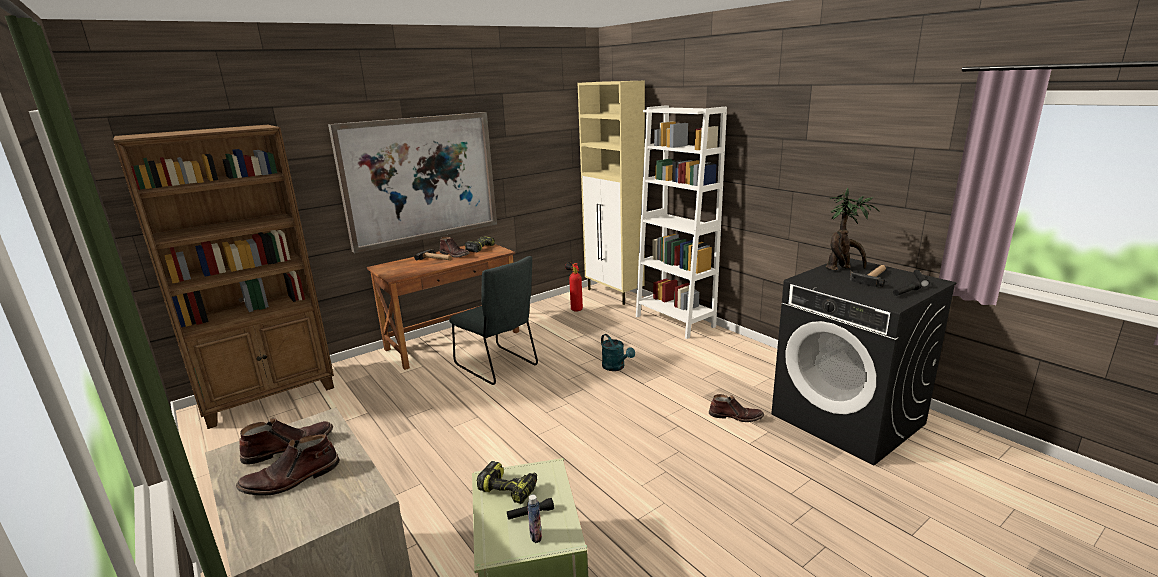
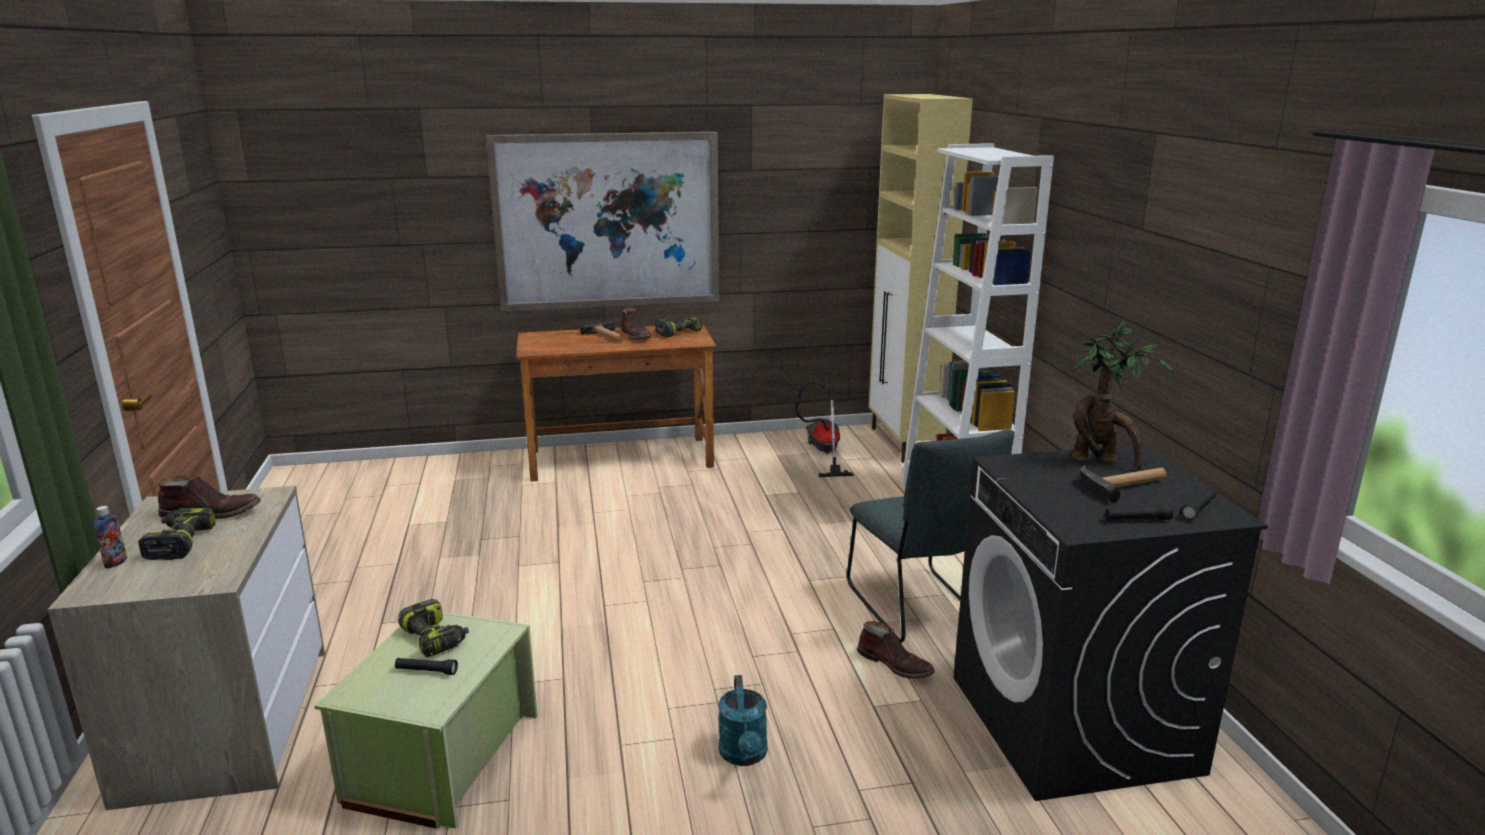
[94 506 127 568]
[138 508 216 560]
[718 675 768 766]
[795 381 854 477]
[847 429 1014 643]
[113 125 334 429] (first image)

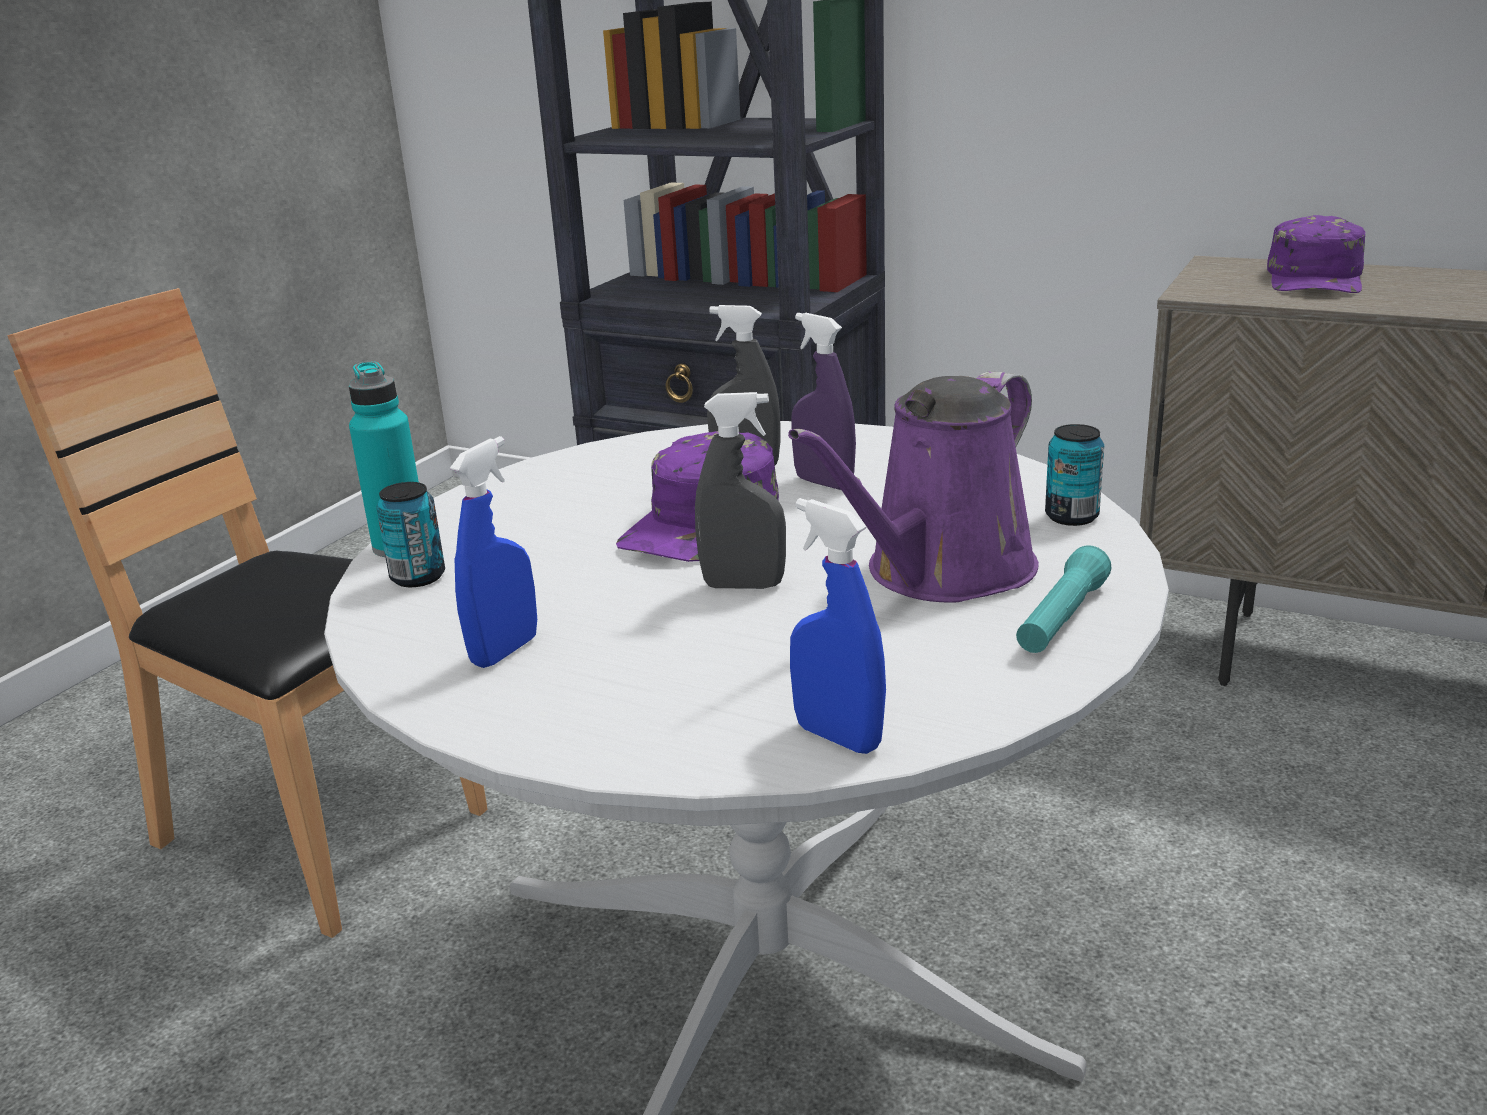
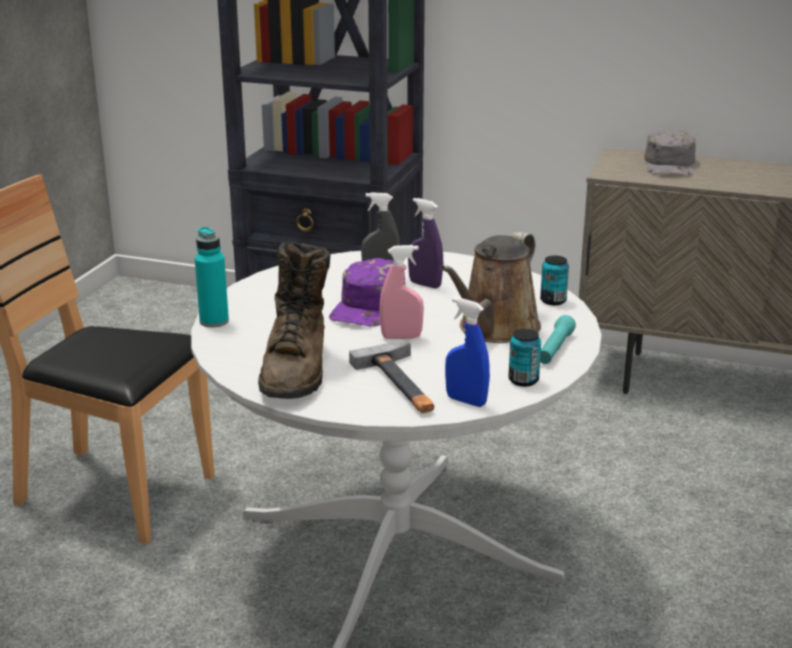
[258 241 331 399]
[349 343 434 413]
[380 245 424 339]
[440 232 541 343]
[508 329 541 387]
[645 129 696 176]

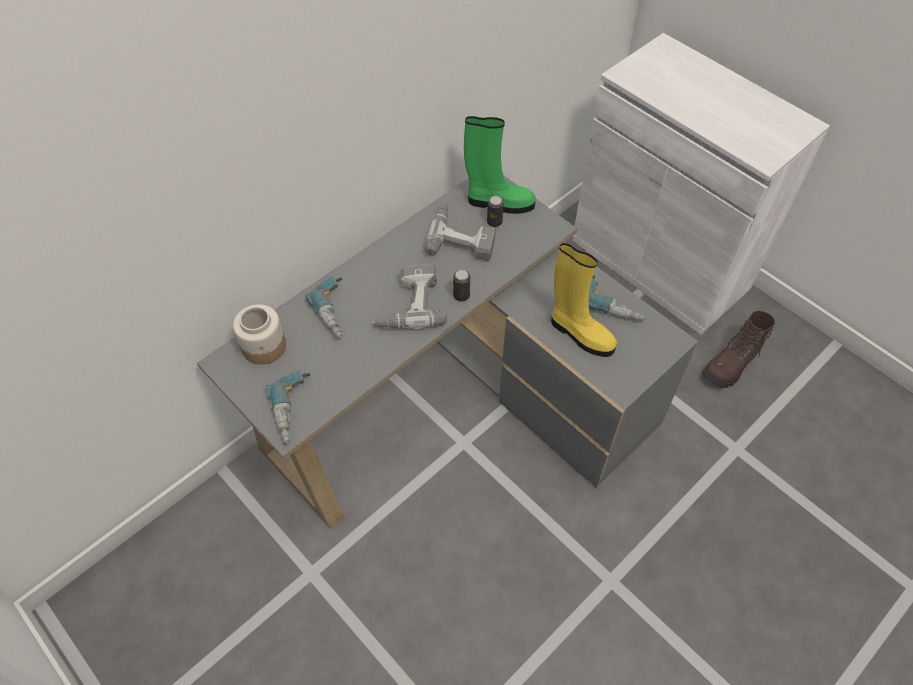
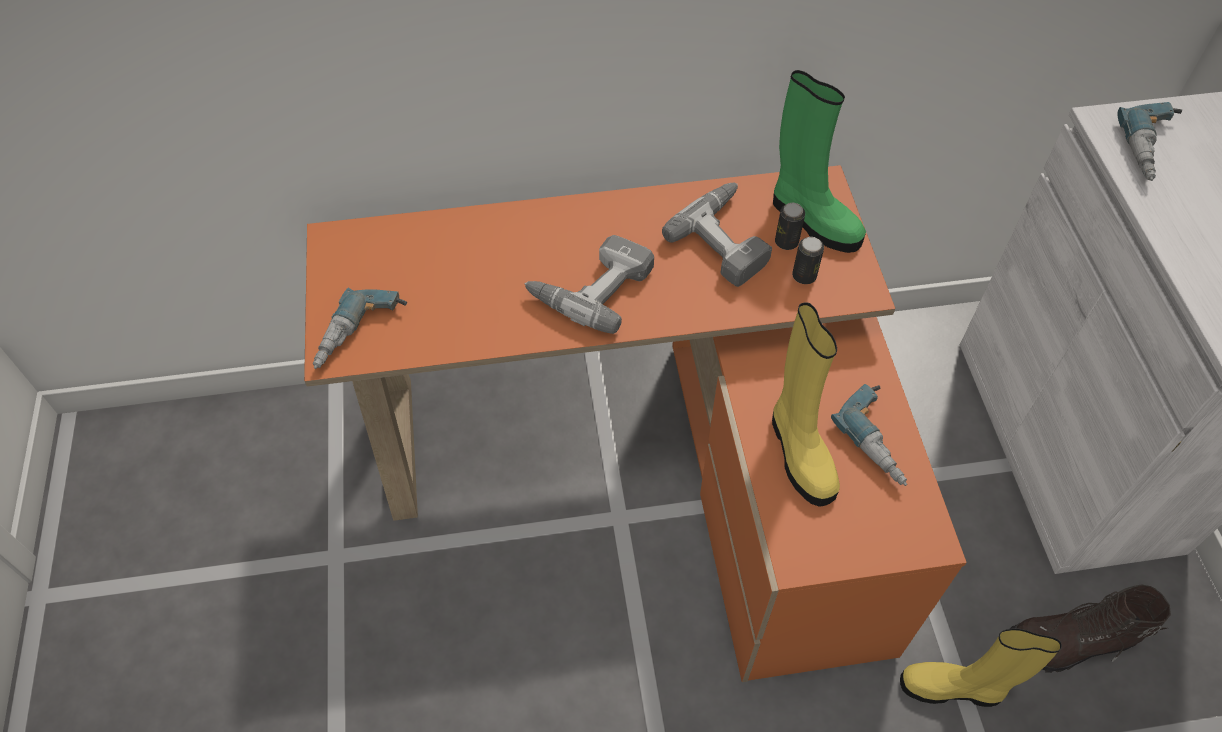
[304 165 967 682]
[792 237 824 284]
[900 628 1062 707]
[1117 102 1182 181]
[233 304 286 365] (first image)

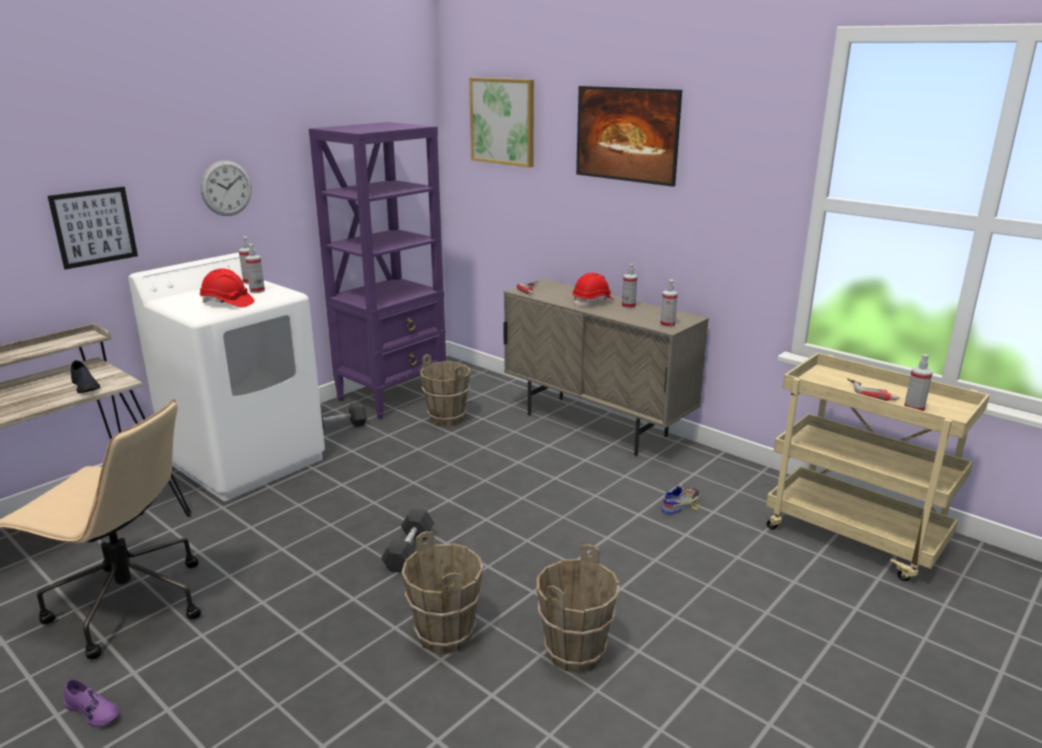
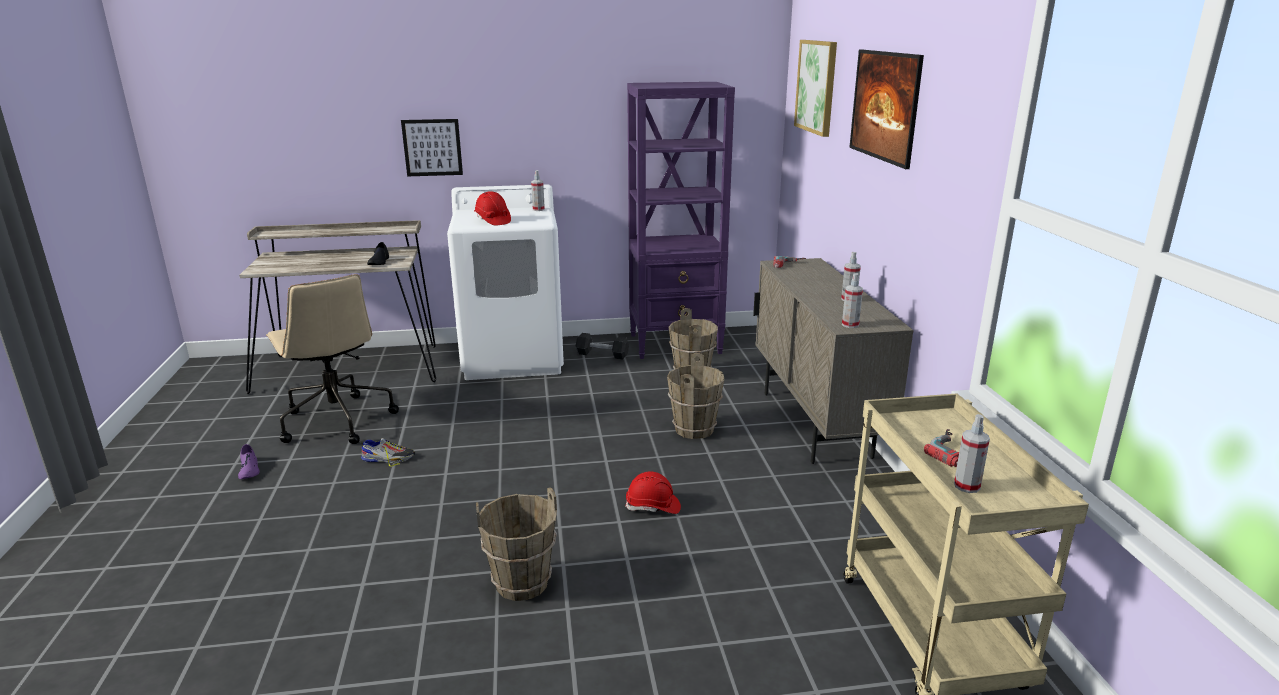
[360 438 415 467]
[625 471 681 514]
[667 353 725 439]
[200 160 252 216] (first image)
[245 244 265 293] (first image)
[381 509 434 573] (first image)

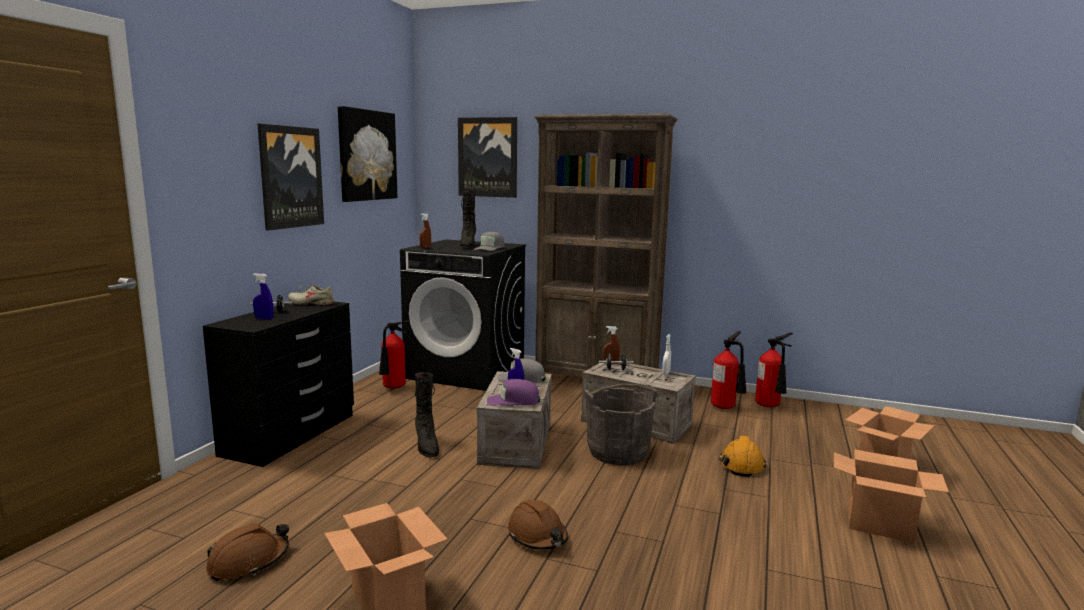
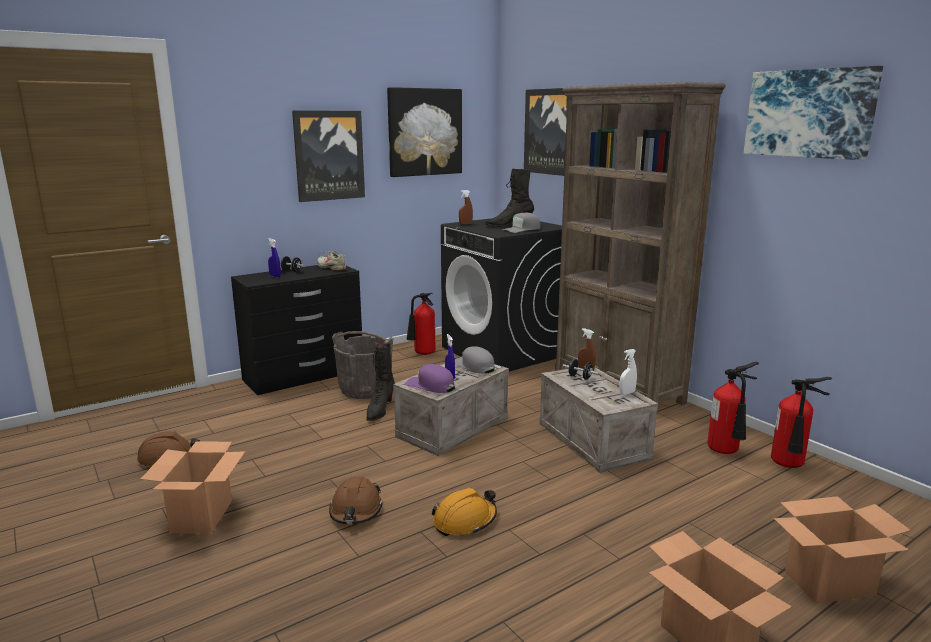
[332 331 393 399]
[432 488 497 536]
[485 169 534 227]
[743 66 883 160]

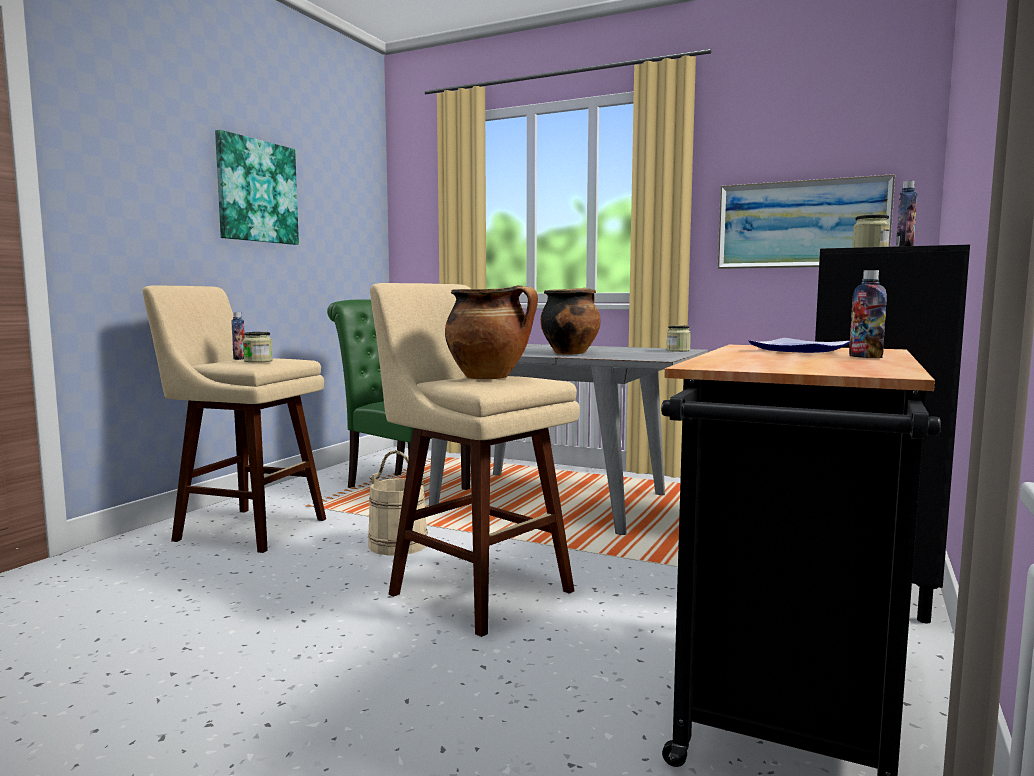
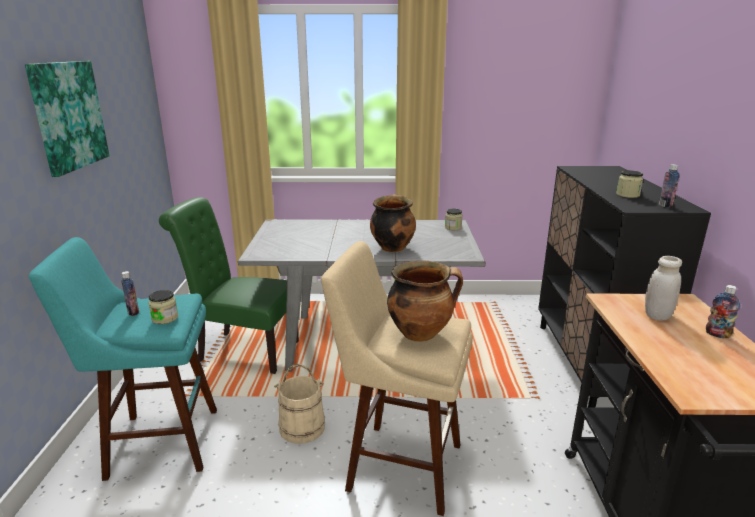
[29 237 217 481]
[645 256 682 320]
[718 174 895 269] (first image)

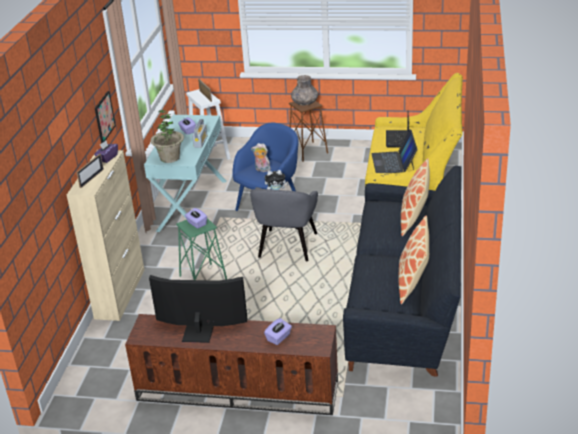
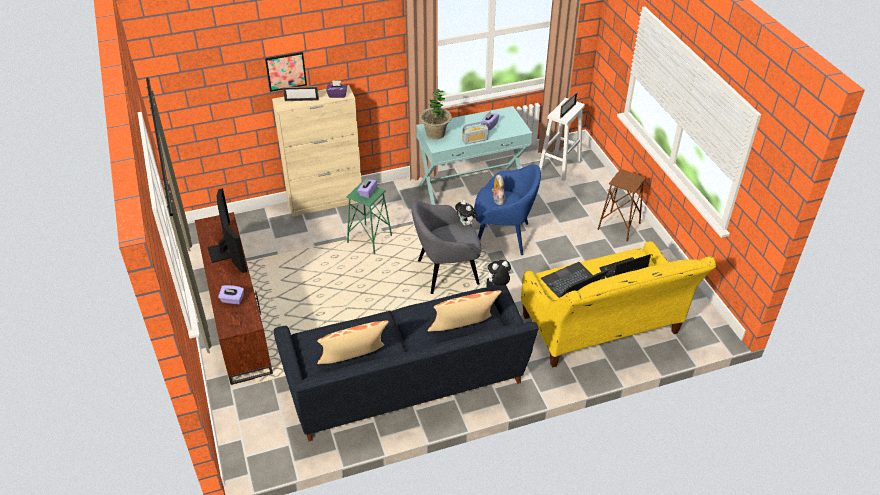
[265 52 307 92]
[485 260 511 286]
[291 75 318 105] (first image)

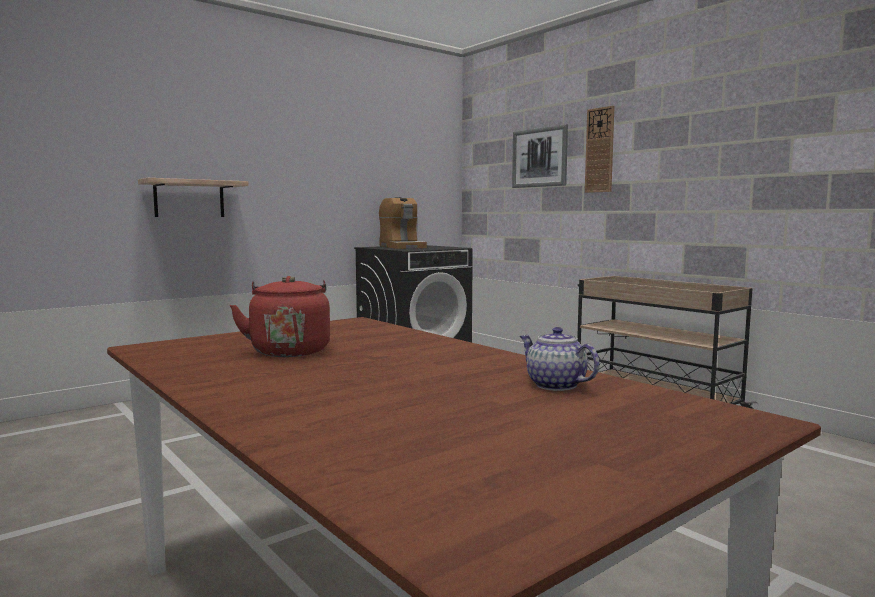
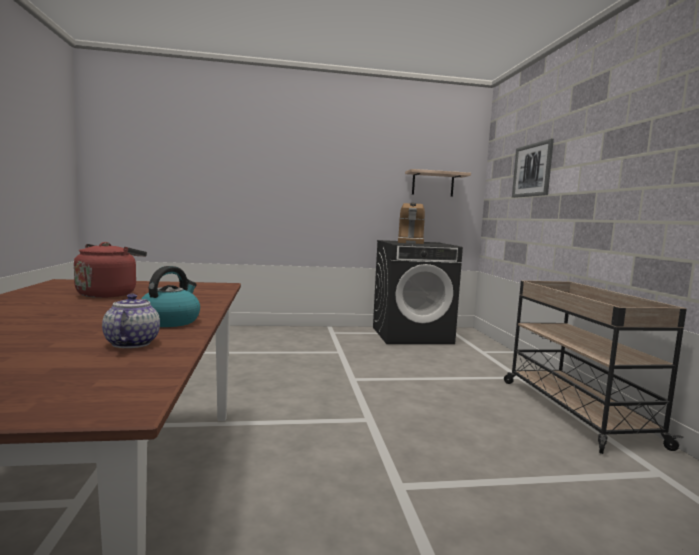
[141 266 200 327]
[405 169 471 197]
[585 106 615 193] (first image)

